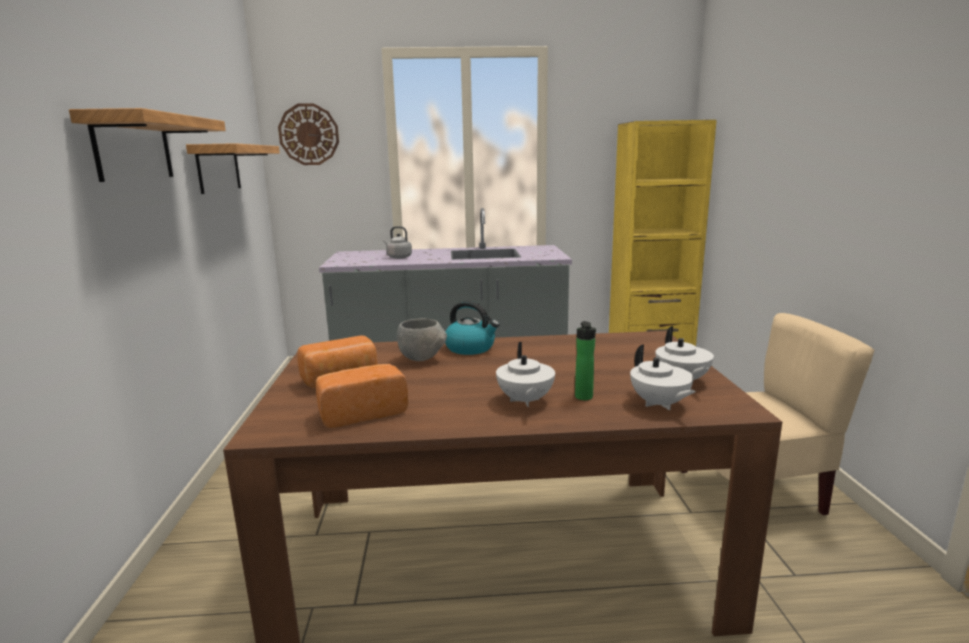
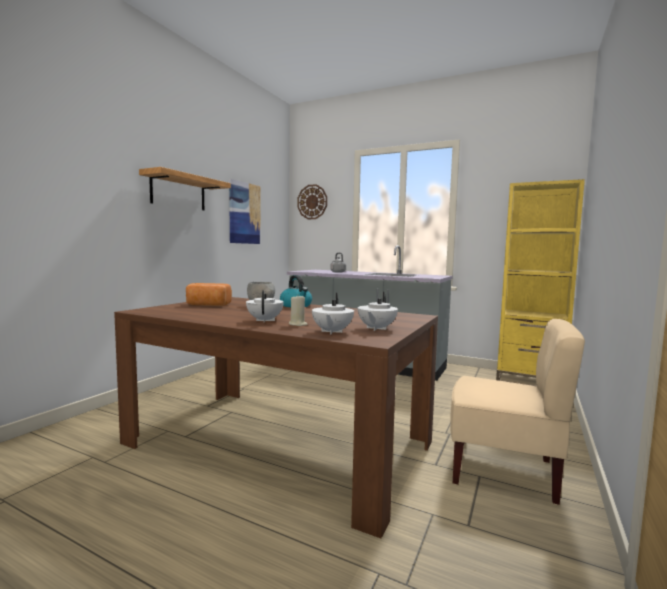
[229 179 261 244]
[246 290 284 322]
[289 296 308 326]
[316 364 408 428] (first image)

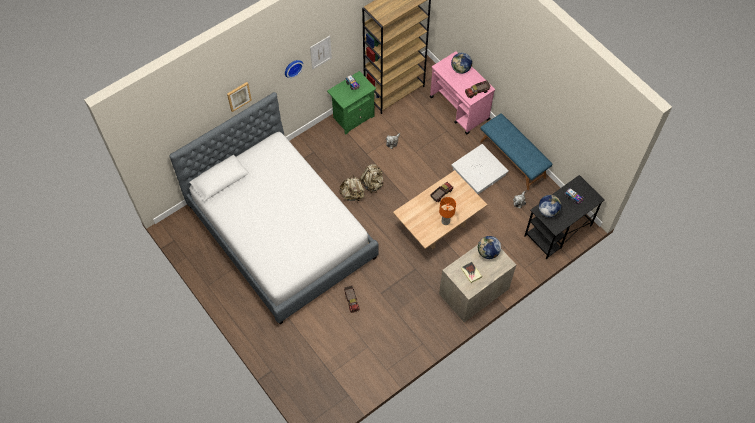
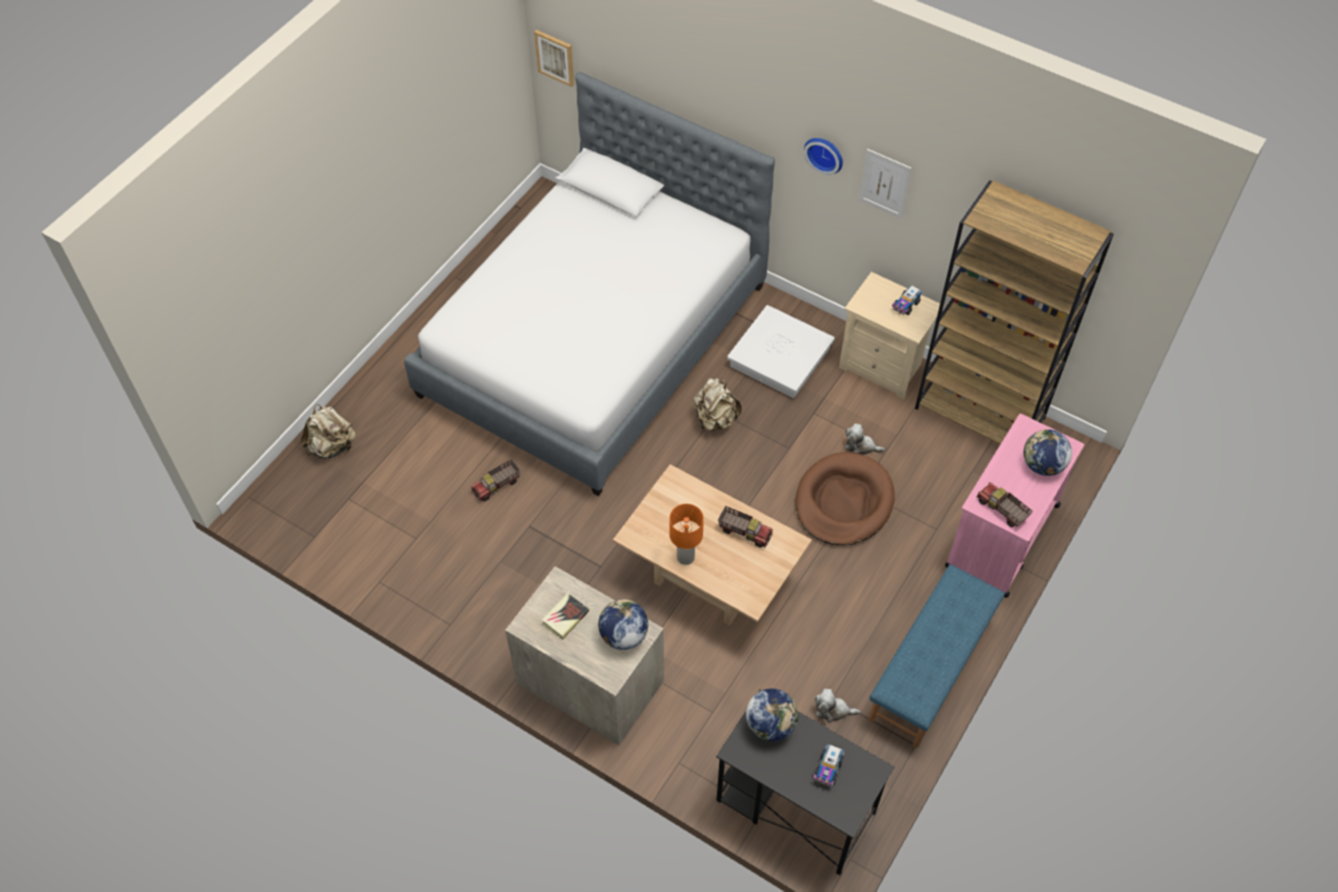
[301 404 356 458]
[534 30 574 87]
[727 305 835 398]
[796 452 895 546]
[839 272 944 399]

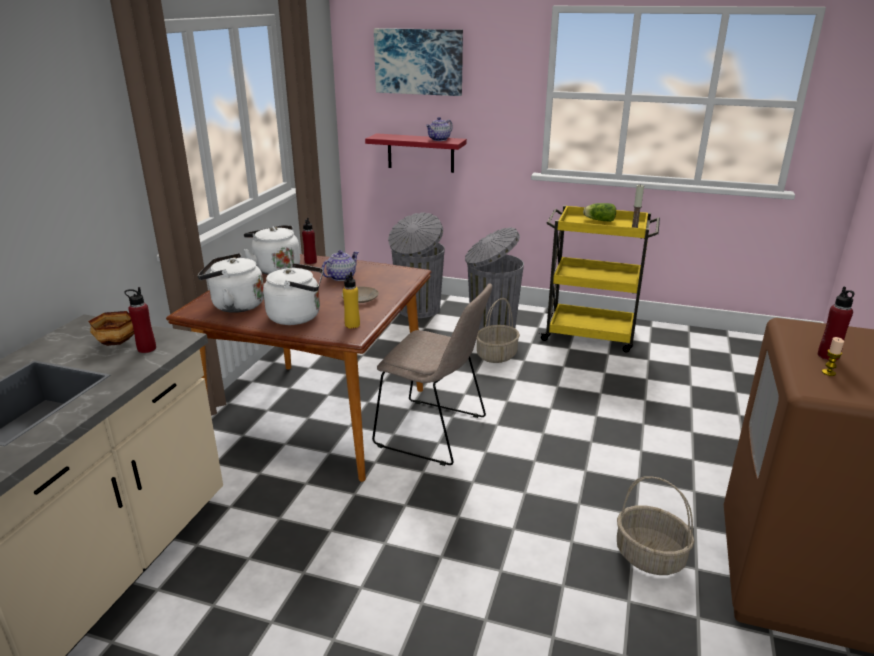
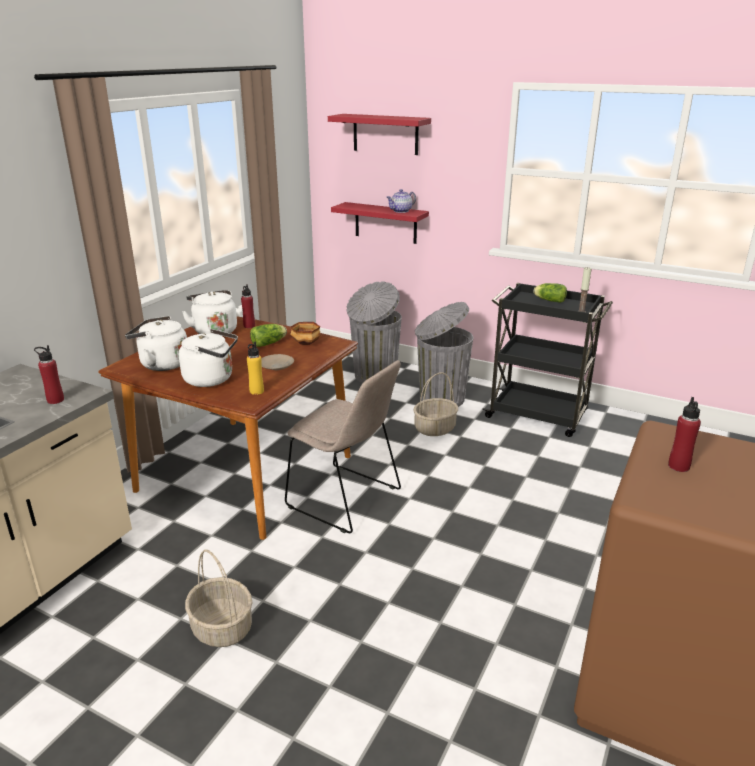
[185 549 253 647]
[250 324 287 347]
[290 322 321 345]
[328 114 431 155]
[482 283 613 437]
[822 337 844 376] (first image)

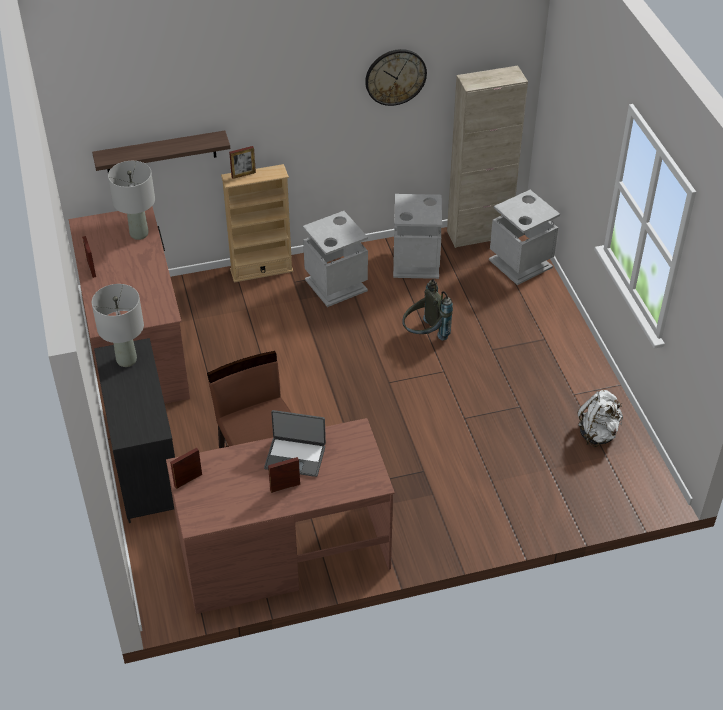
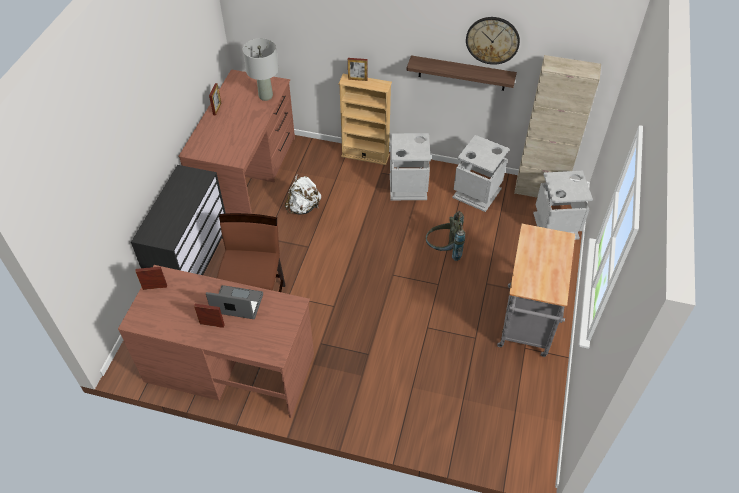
[206 285 263 319]
[285 175 321 214]
[406 55 517 91]
[497 224 575 357]
[92 284 144 367] (first image)

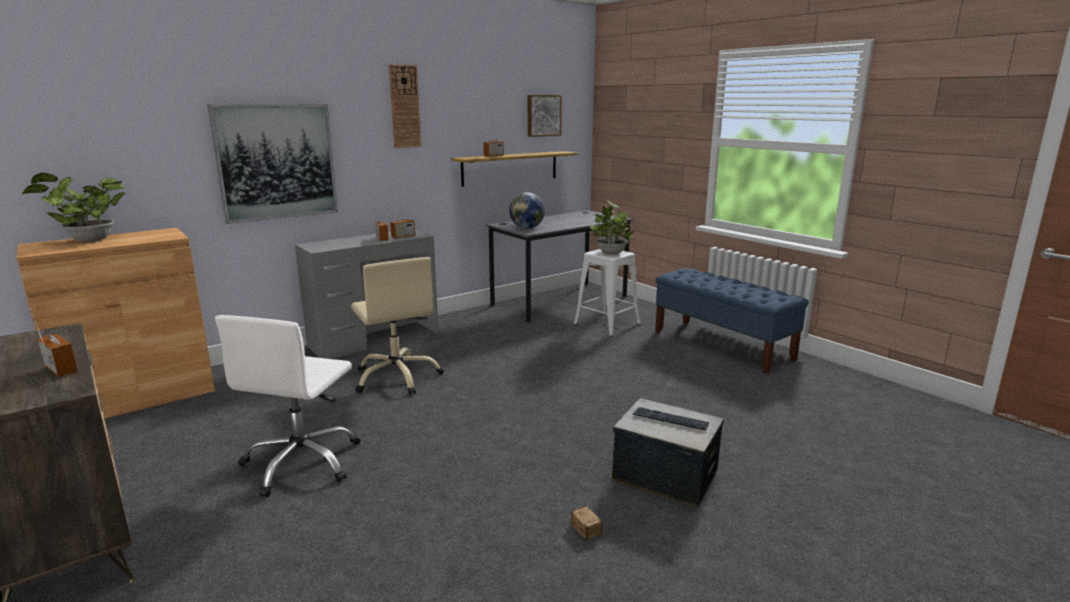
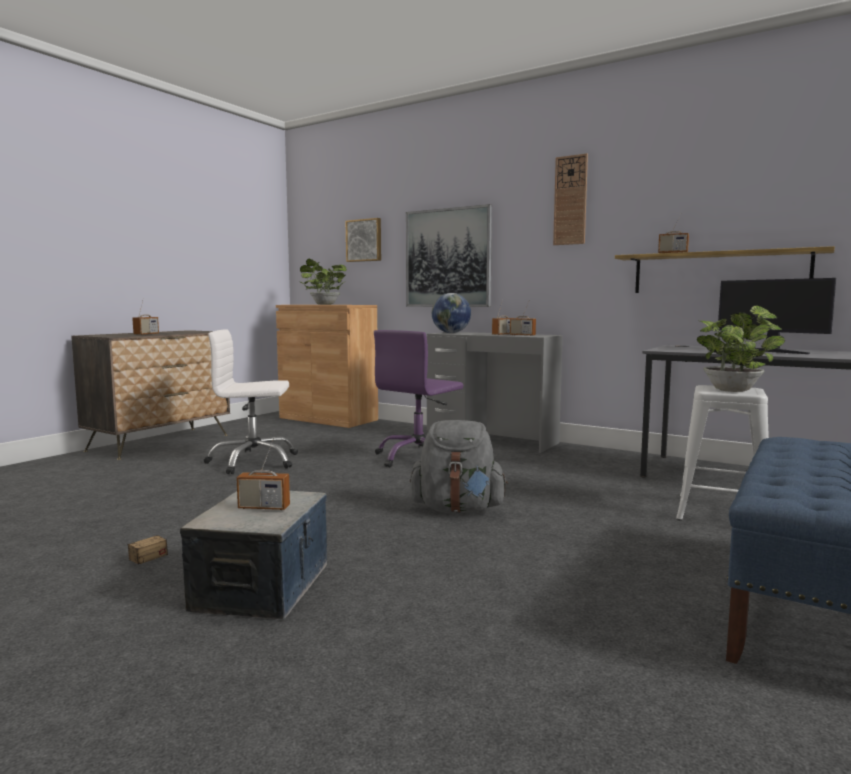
[236 437 290 510]
[346 218 381 262]
[374 330 463 468]
[410 420 508 514]
[432 293 471 333]
[718 278 836 354]

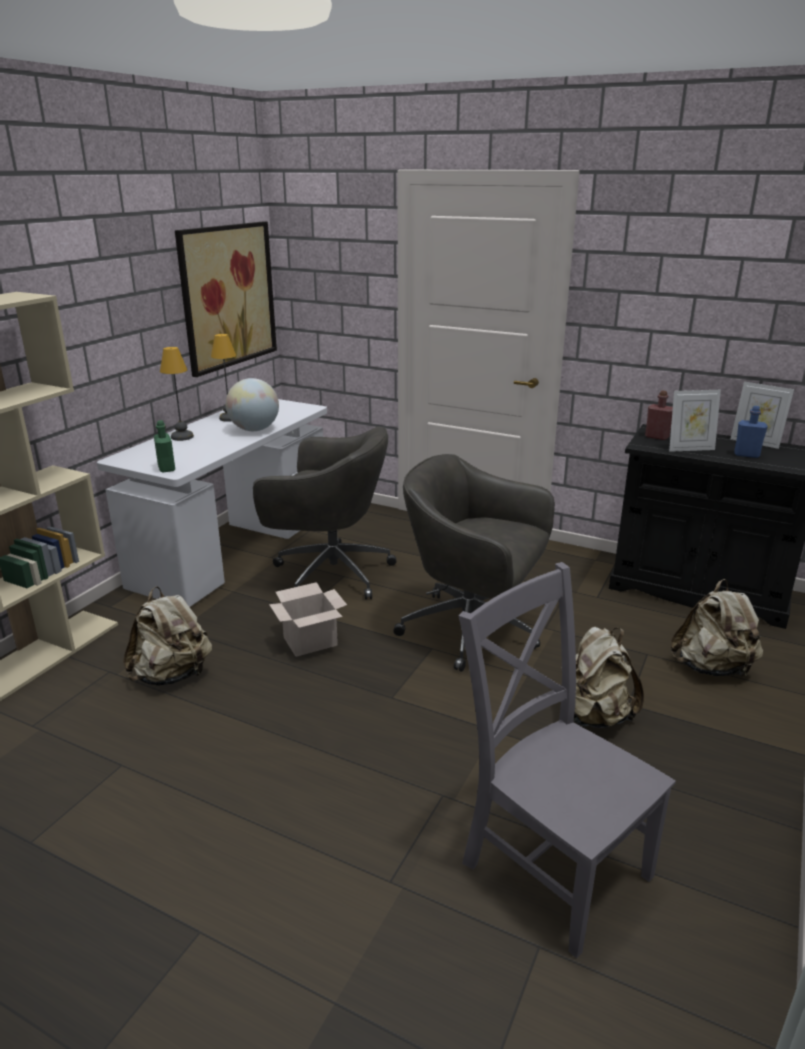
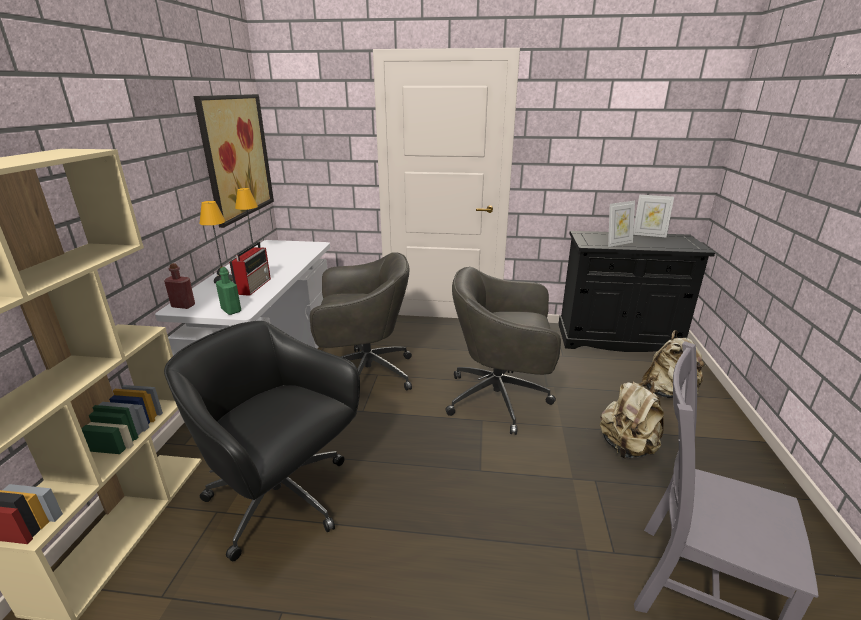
[164 263 195 309]
[164 321 360 561]
[229 242 271 296]
[226 378 279 431] (first image)
[269 582 347 657] (first image)
[734 406 768 458] (first image)

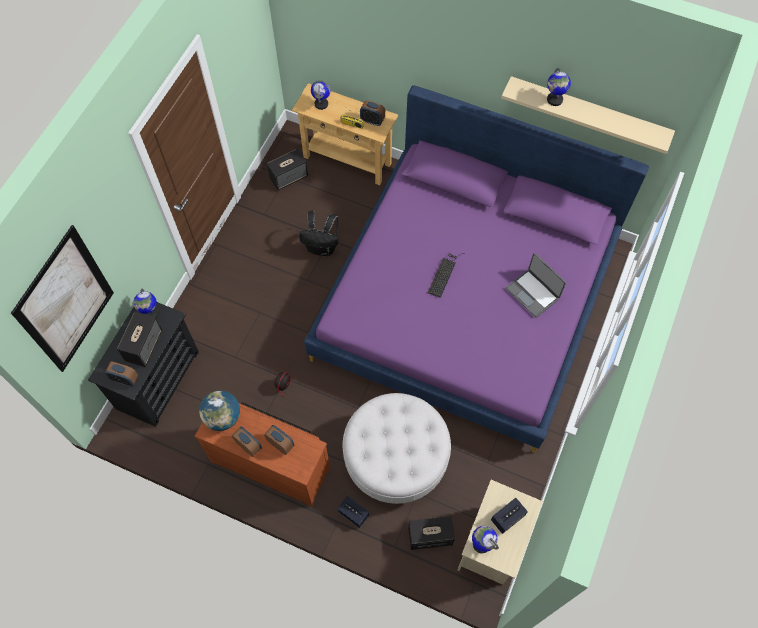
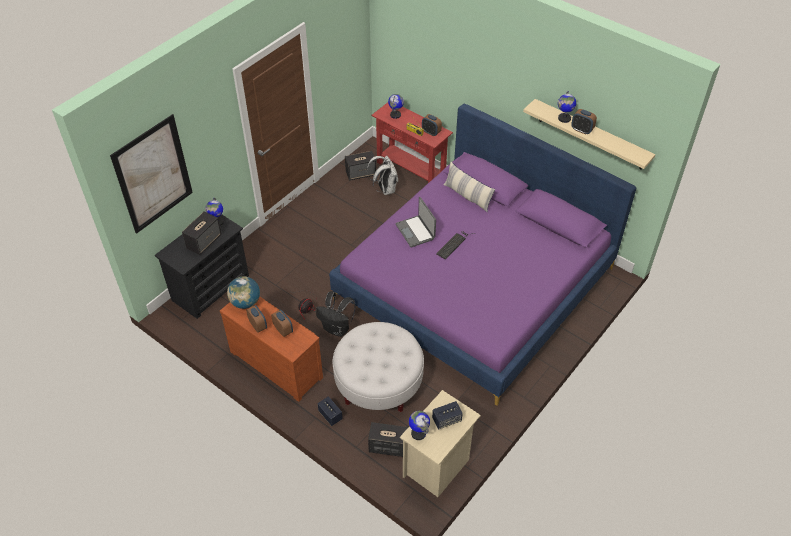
[316 291 356 337]
[367 156 398 195]
[372 102 453 183]
[395 197 436 248]
[443 162 495 212]
[571 109 597 134]

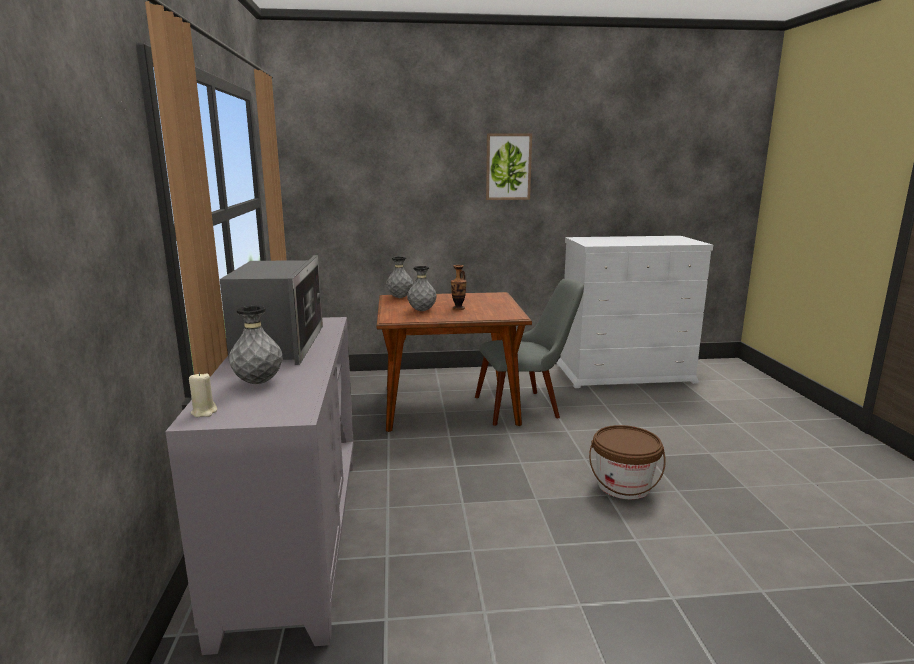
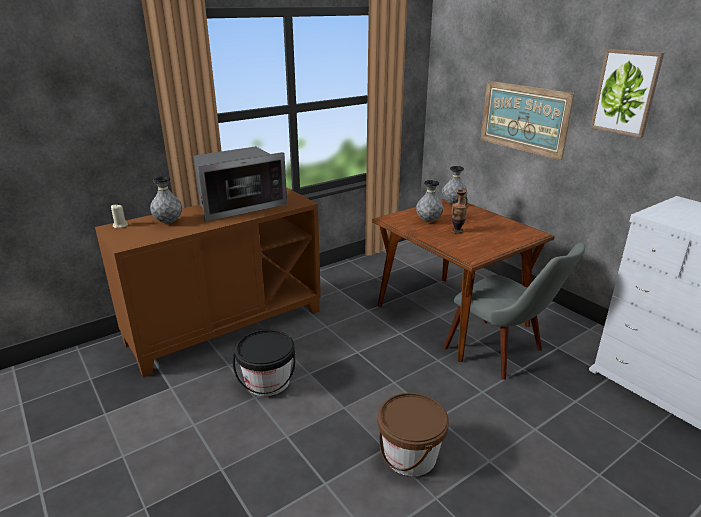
[95 187 321 377]
[233 330 295 396]
[481 81 575 160]

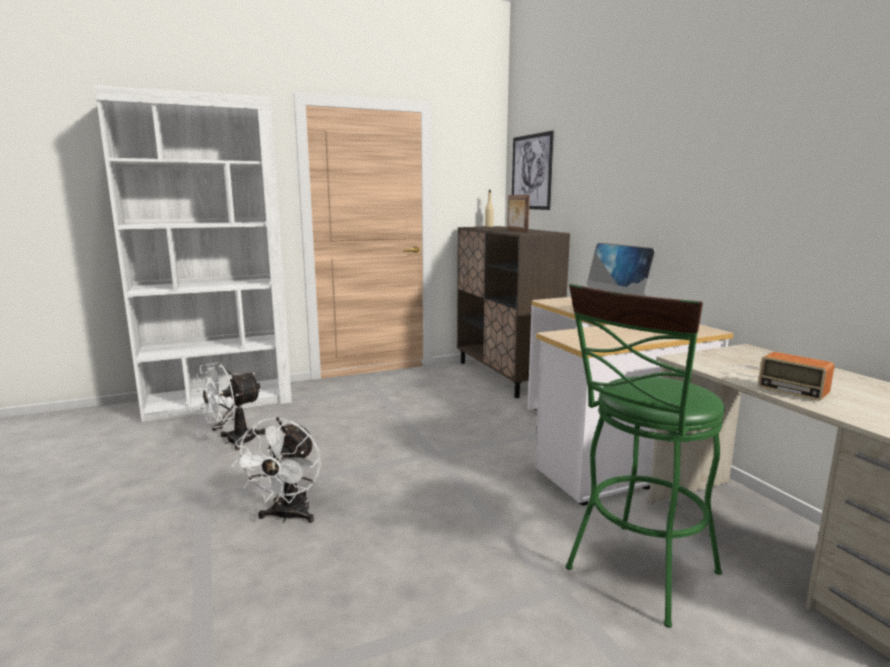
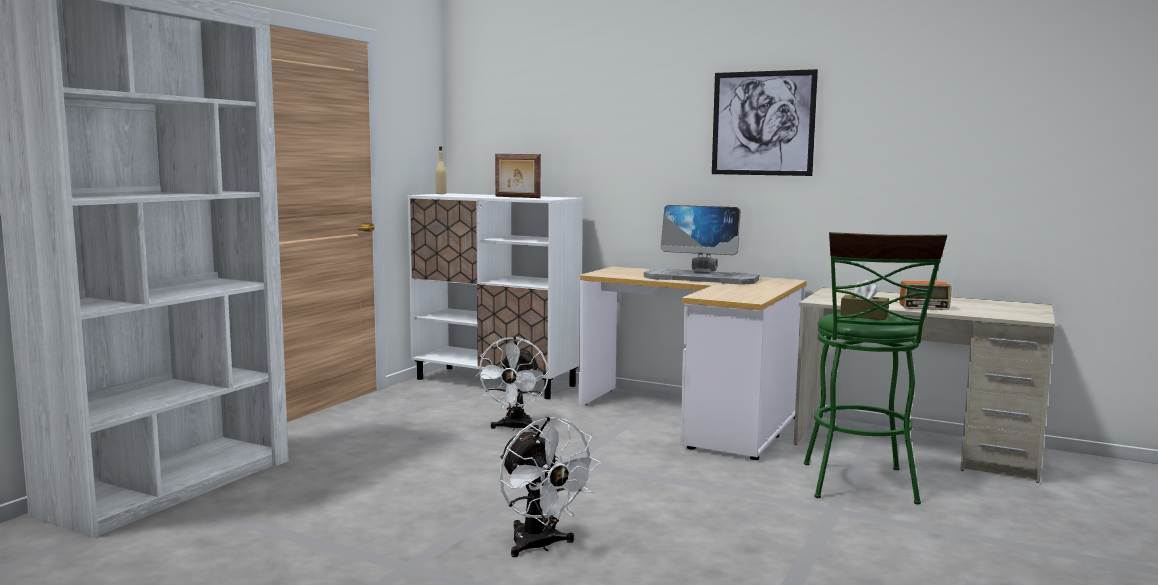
[408 193 583 399]
[475 337 549 432]
[712 69 818 176]
[840 280 889 320]

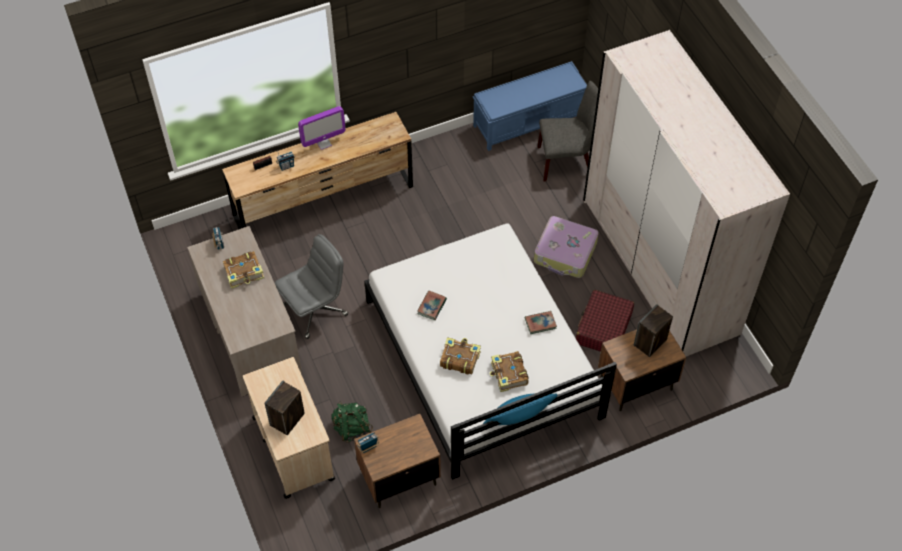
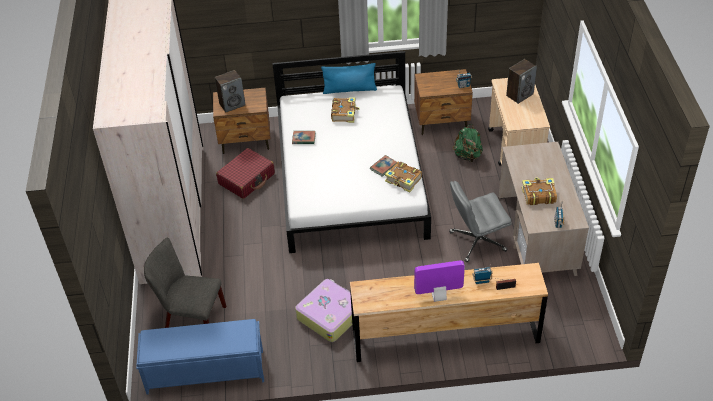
[295 279 352 342]
[385 162 422 192]

